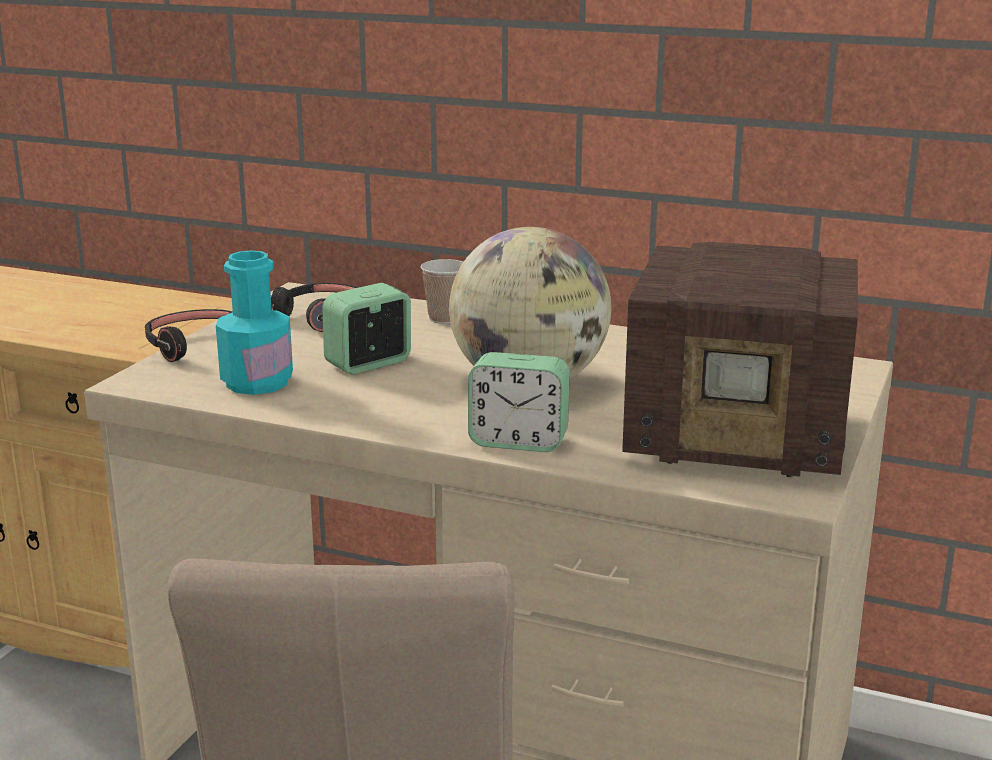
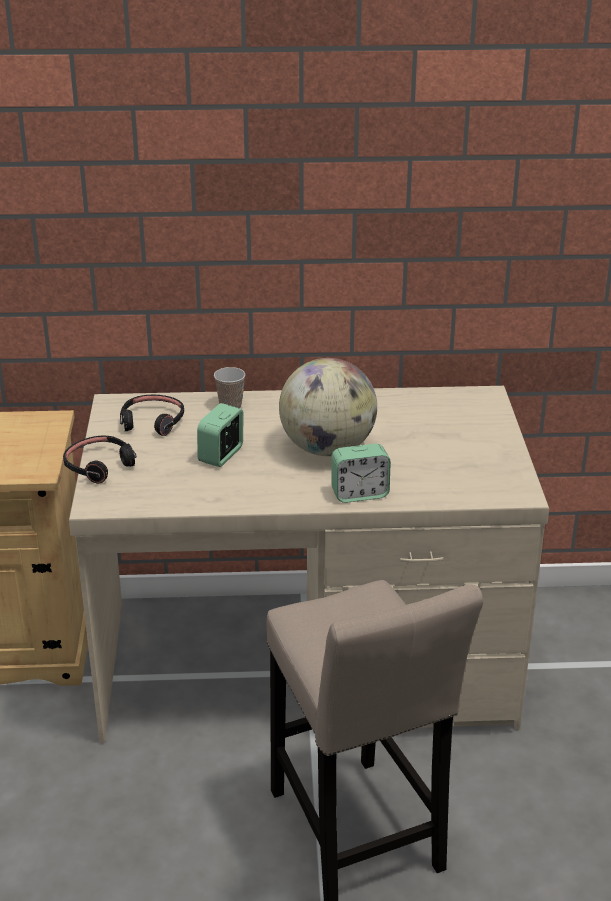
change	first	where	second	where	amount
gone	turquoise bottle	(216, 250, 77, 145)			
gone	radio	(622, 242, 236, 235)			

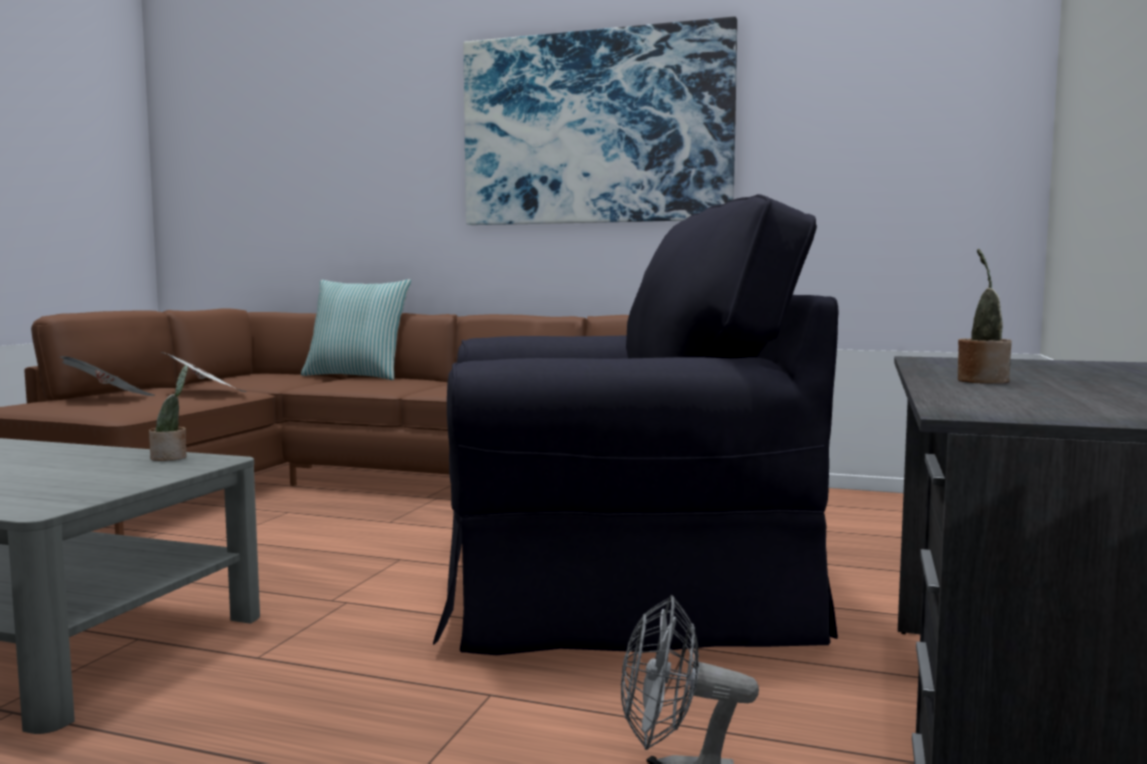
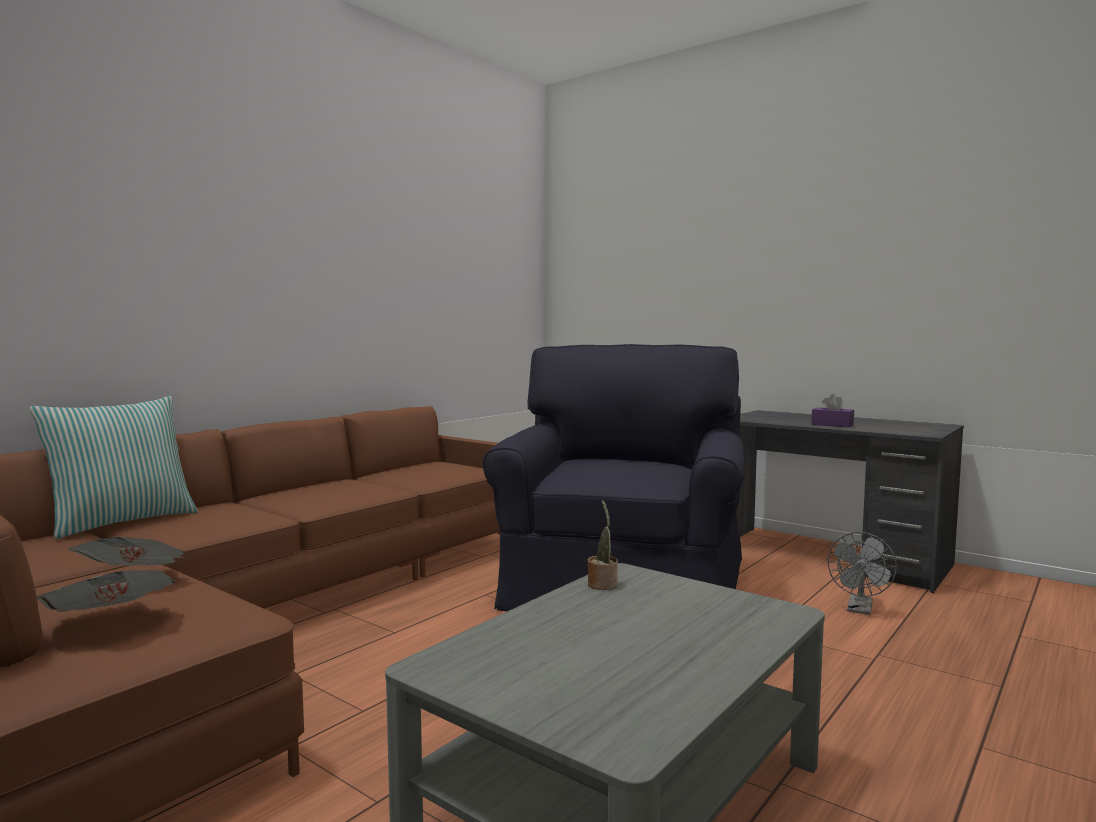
change	first	where	second	where	amount
swapped	potted plant	(958, 249, 54, 135)	purple tissue box	(811, 394, 43, 33)	
gone	picture	(464, 16, 273, 209)			

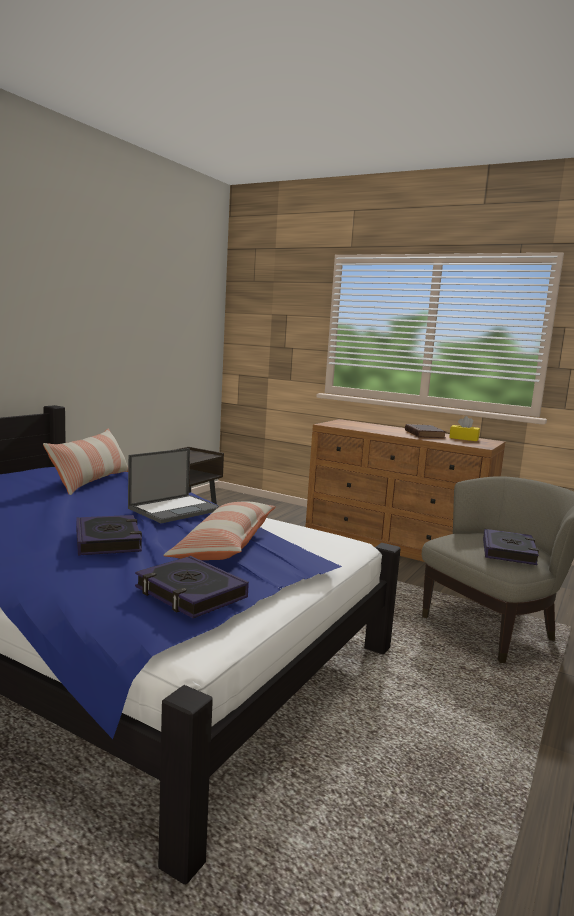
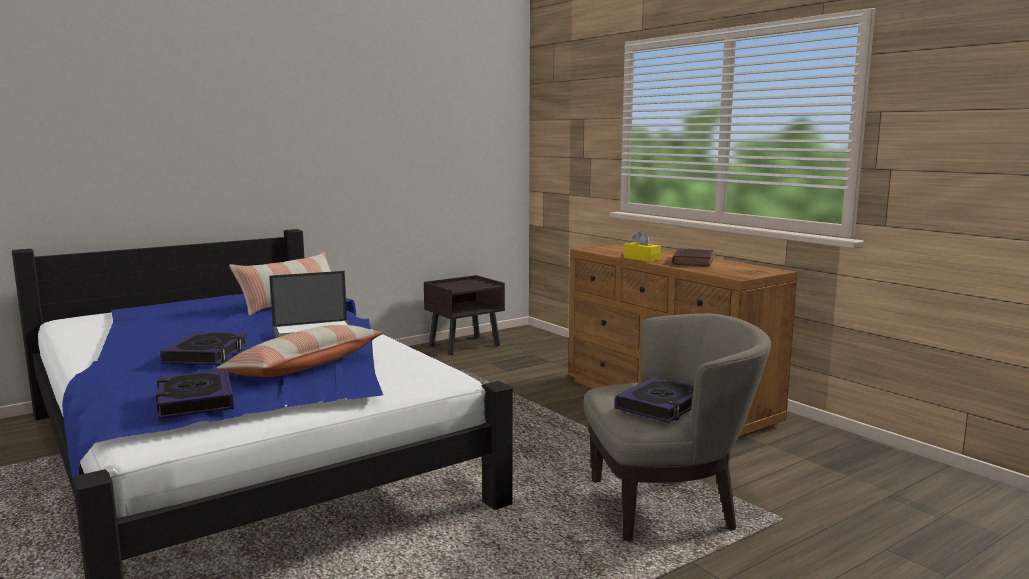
change	first	where	second	where	amount
shifted	yellow tissue box	(449, 416, 31, 25)		(623, 231, 38, 31)	

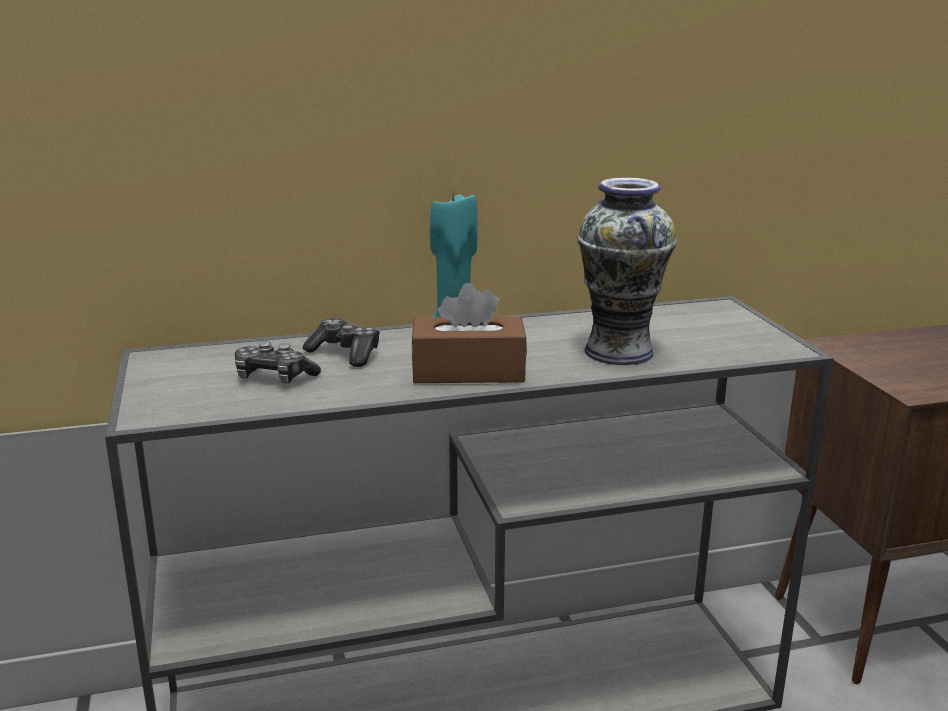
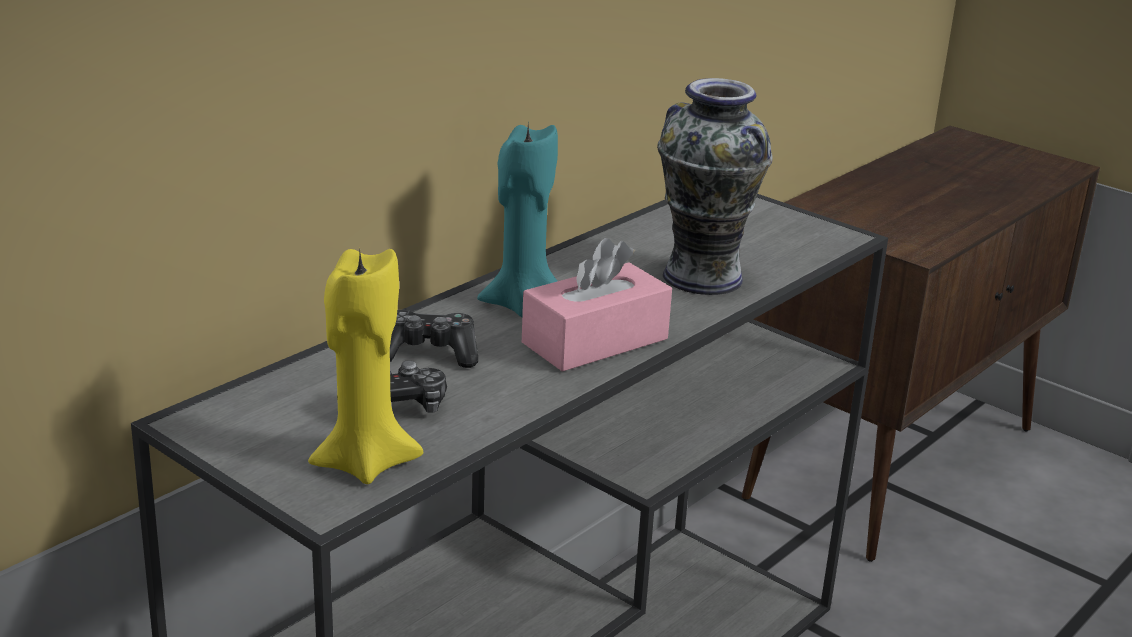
change	first	where	second	where	amount
new			yellow candle	(308, 249, 115, 235)	
repainted	brown tissue box	(411, 283, 116, 100)	pink tissue box	(522, 238, 150, 134)	

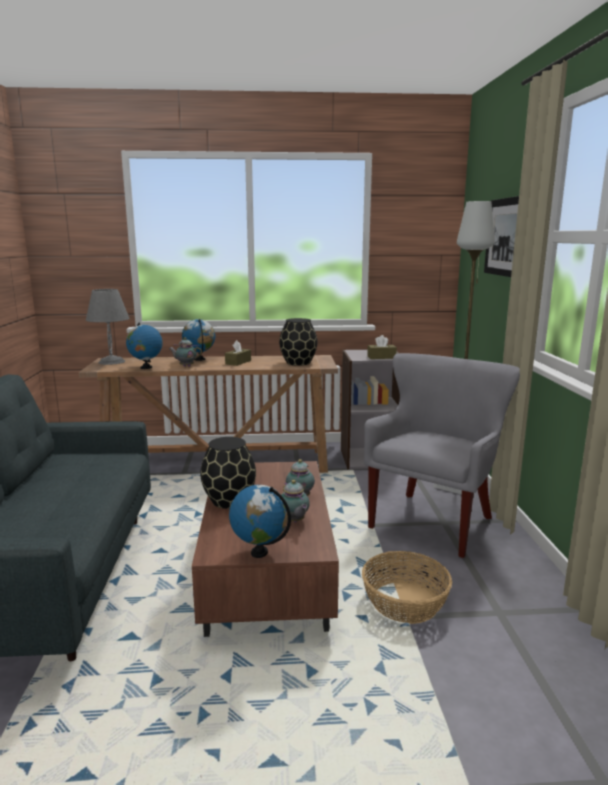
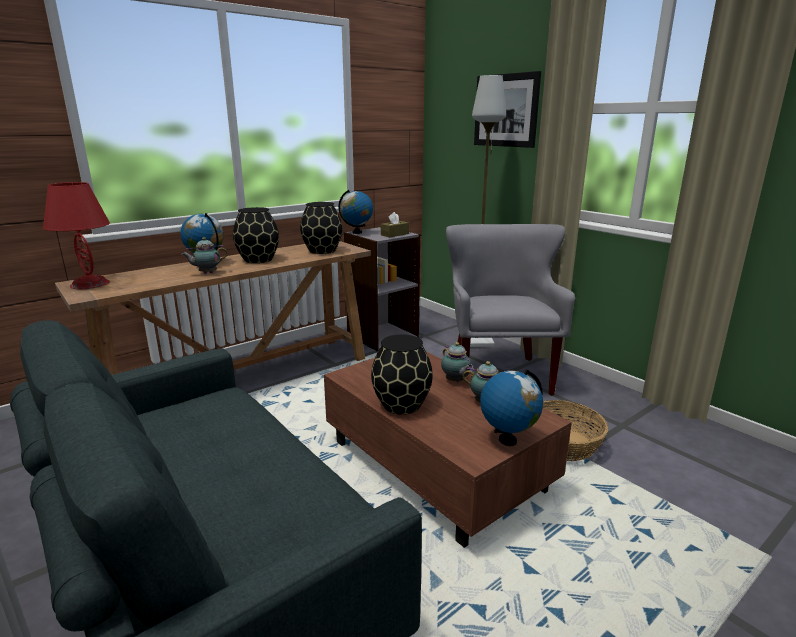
change	first	where	second	where	amount
repainted	grey table lamp	(86, 289, 44, 76)	red table lamp	(43, 182, 67, 107)	
swapped	brown tissue box	(225, 340, 26, 26)	black vase	(233, 207, 46, 56)	
shifted	globe	(126, 322, 37, 47)		(338, 190, 35, 44)	

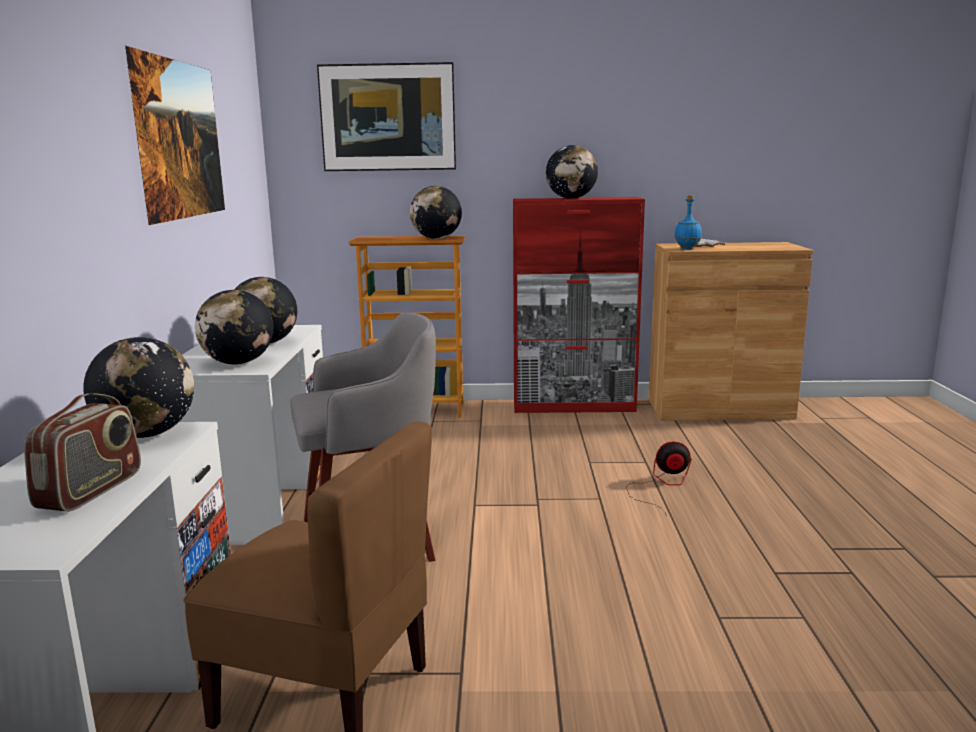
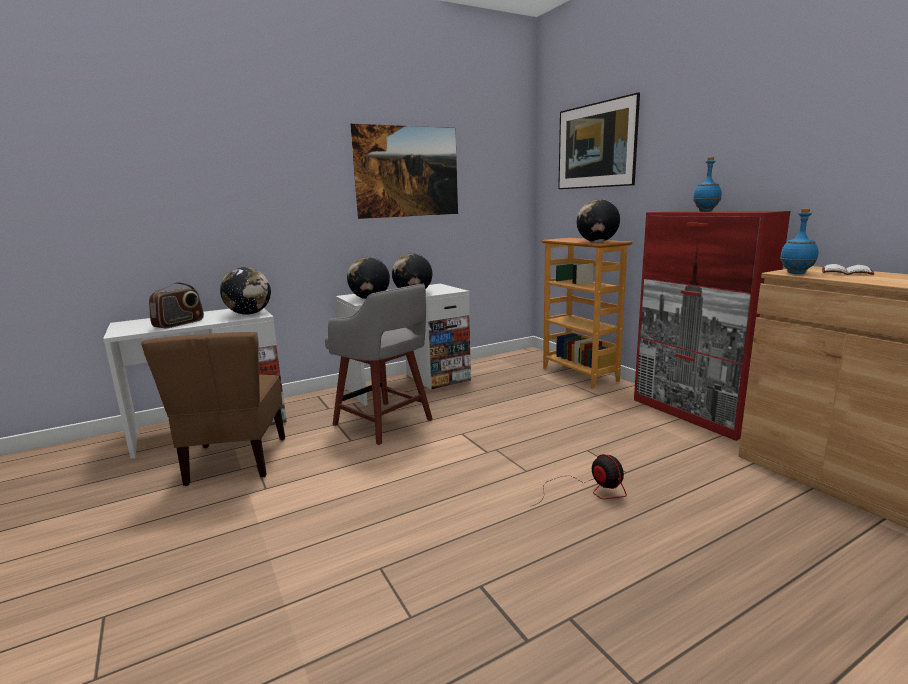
change	first	where	second	where	amount
rotated	radio	(24, 393, 117, 119)		(149, 282, 55, 46)	45 degrees counterclockwise
swapped	globe	(546, 145, 52, 54)	blue bottle	(693, 157, 29, 54)	

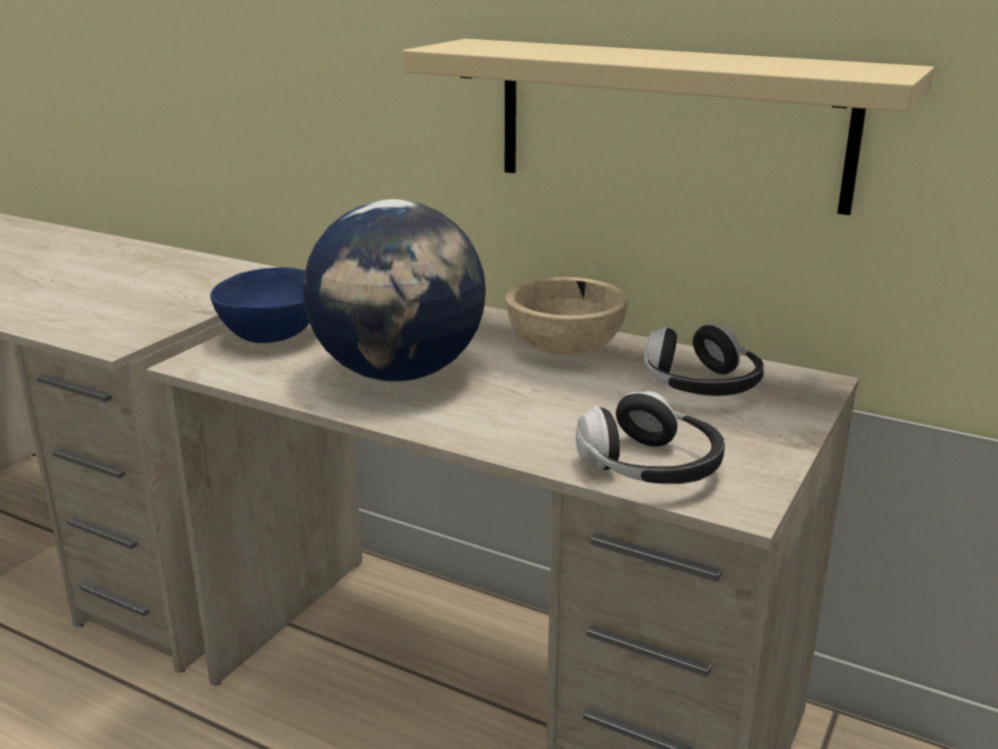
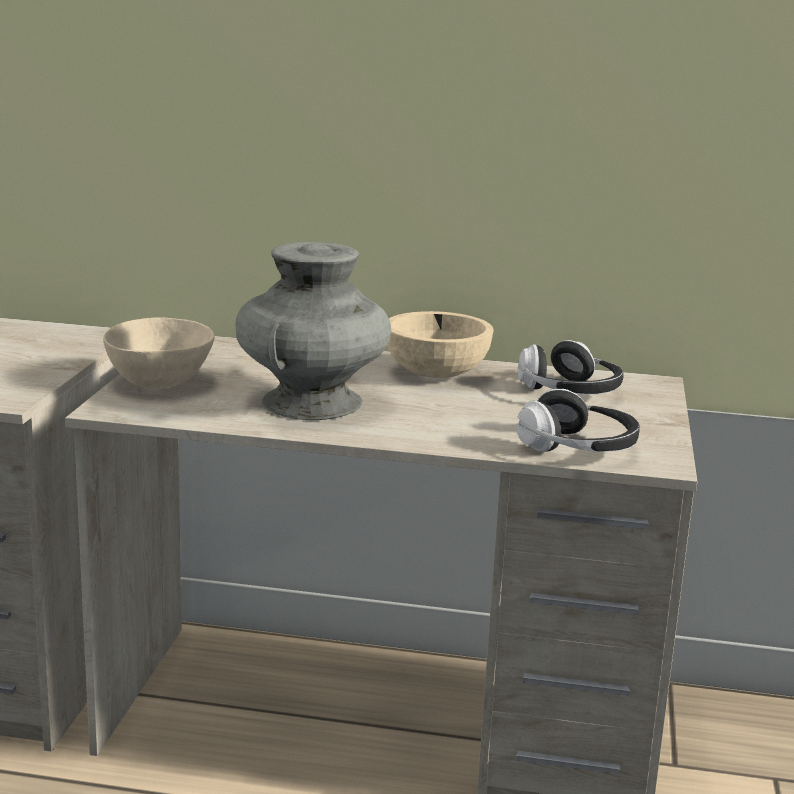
change	first	where	second	where	amount
repainted	blue bowl	(210, 267, 100, 76)	beige bowl	(103, 317, 112, 72)	
swapped	globe	(303, 199, 183, 183)	grey vase	(235, 242, 156, 178)	
gone	beige shelf	(402, 39, 532, 176)			

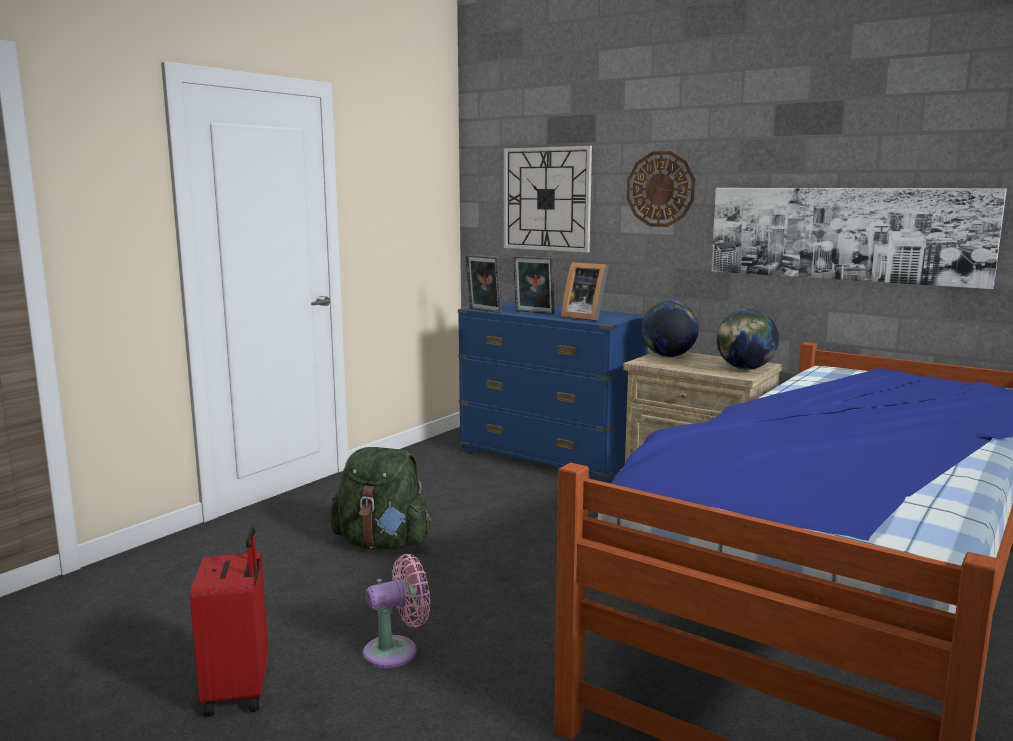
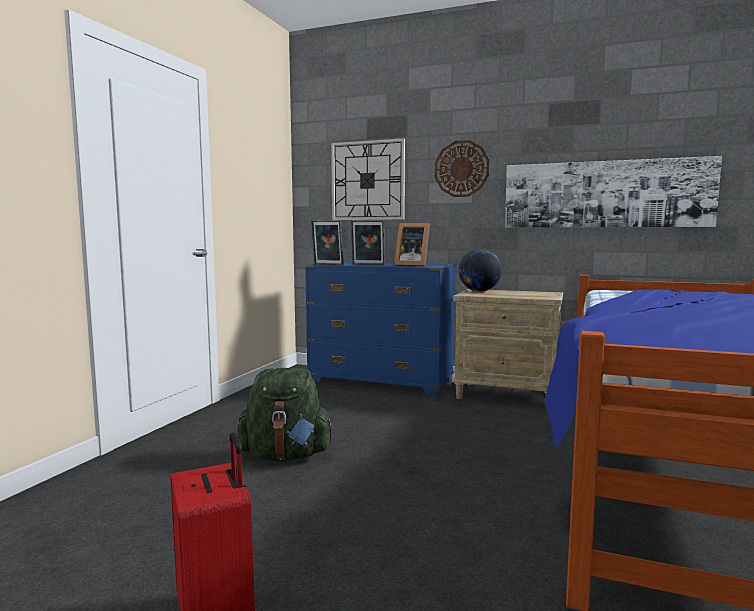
change	first	where	second	where	amount
gone	pink fan	(363, 554, 67, 114)			
gone	globe	(717, 309, 62, 61)			

